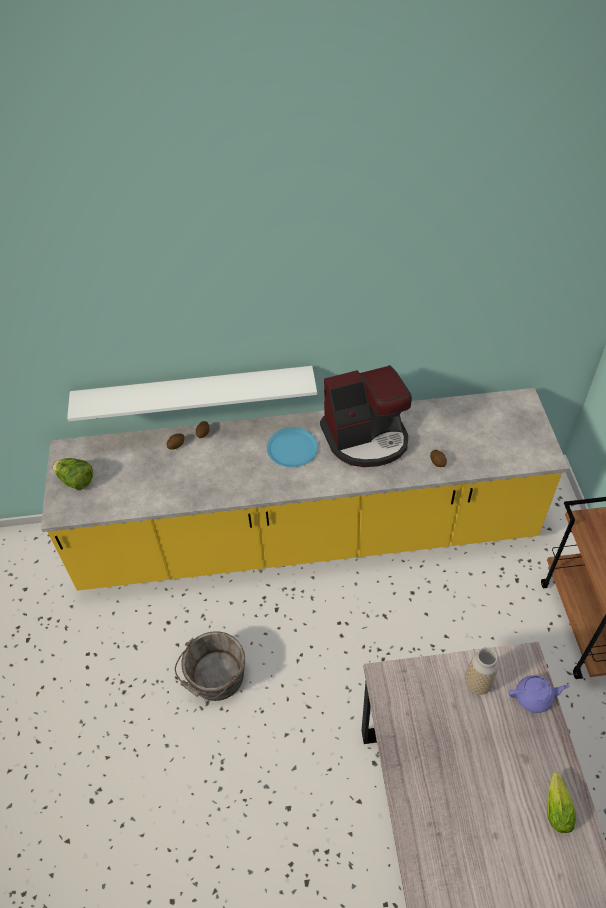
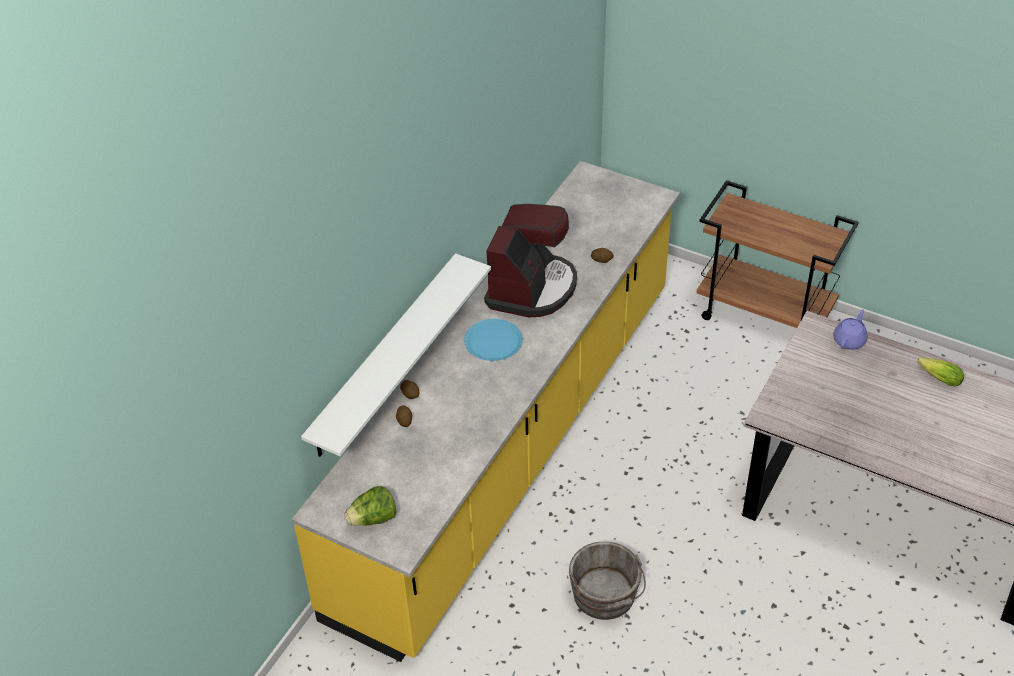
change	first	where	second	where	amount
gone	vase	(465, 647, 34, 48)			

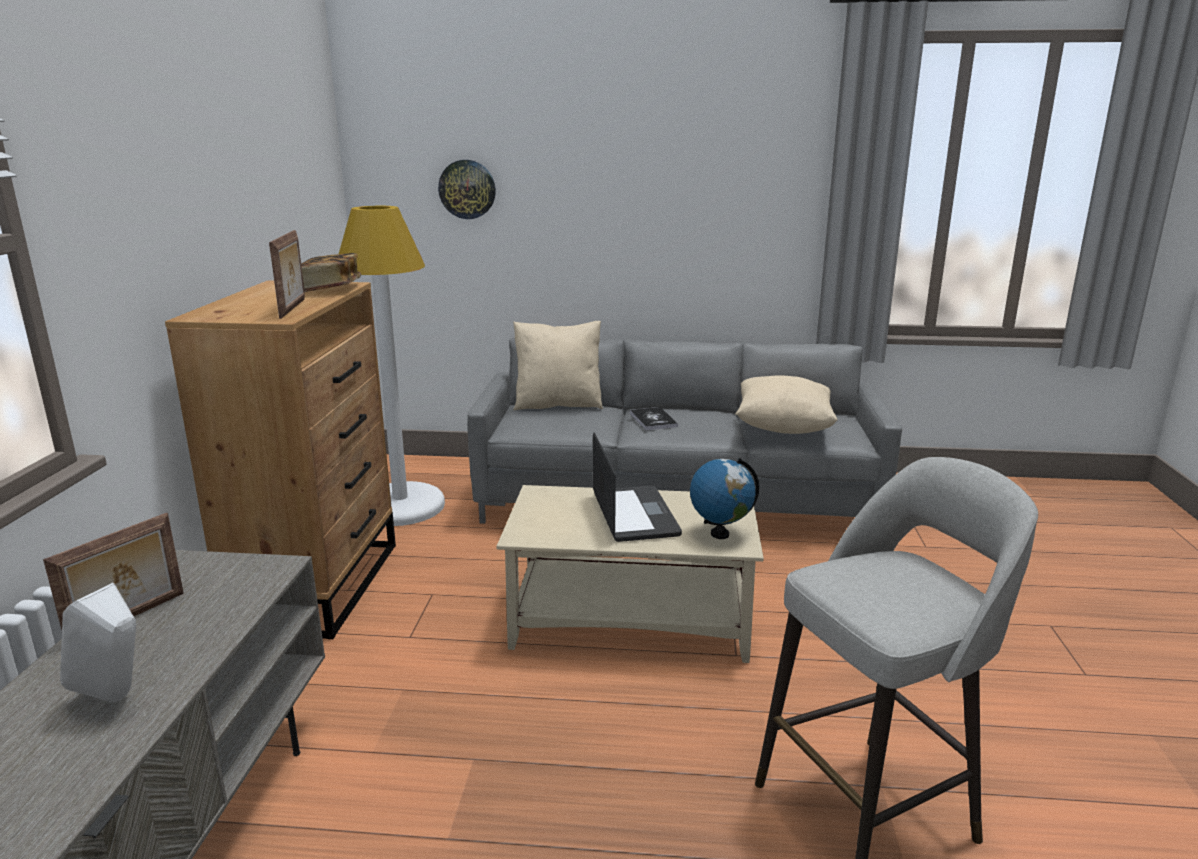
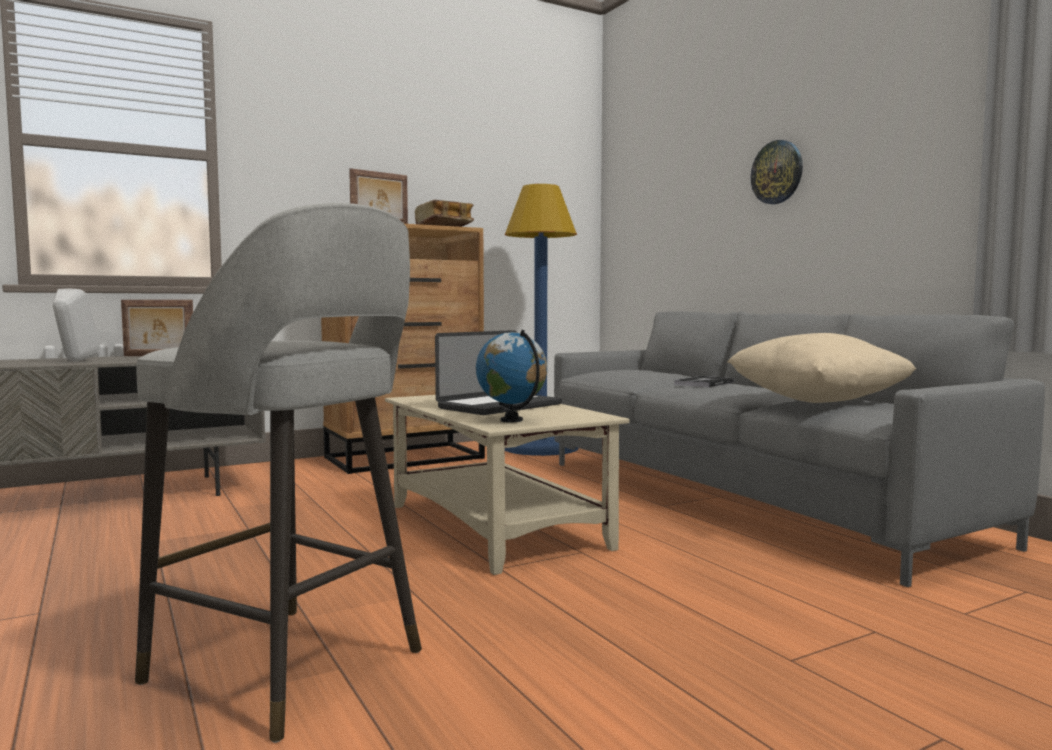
change	first	where	second	where	amount
repainted	white floor lamp	(339, 206, 106, 320)	blue floor lamp	(505, 184, 74, 272)	
shifted	wall clock	(438, 160, 58, 59)		(751, 140, 52, 64)	
gone	beige pillow	(513, 321, 90, 89)			

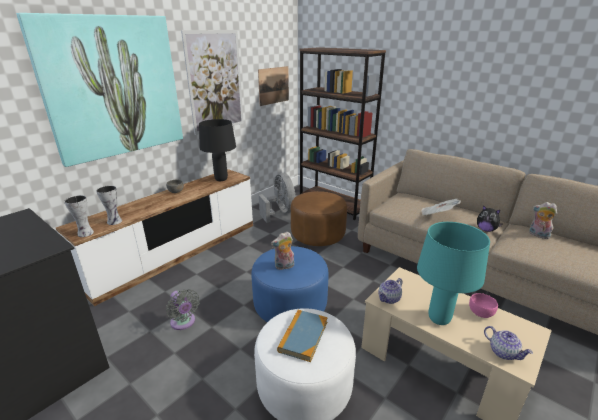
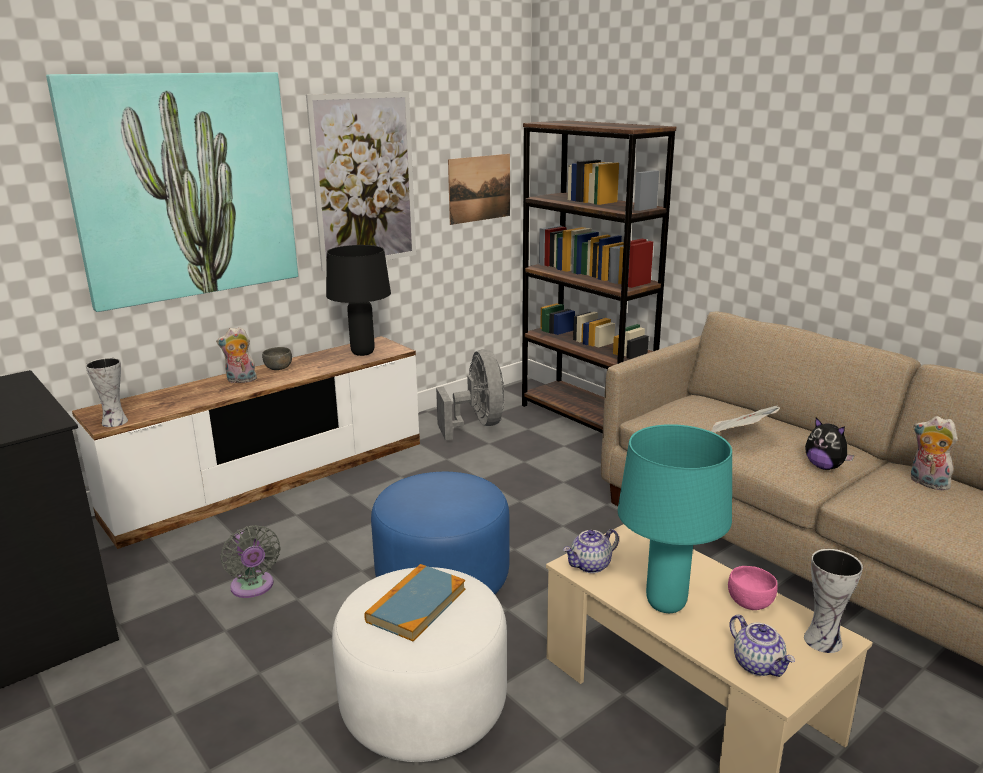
change	first	where	second	where	amount
shifted	plush toy	(271, 232, 23, 38)		(216, 327, 41, 57)	
shifted	vase	(96, 185, 26, 40)		(804, 549, 59, 104)	
gone	brown ottoman	(291, 191, 56, 55)			

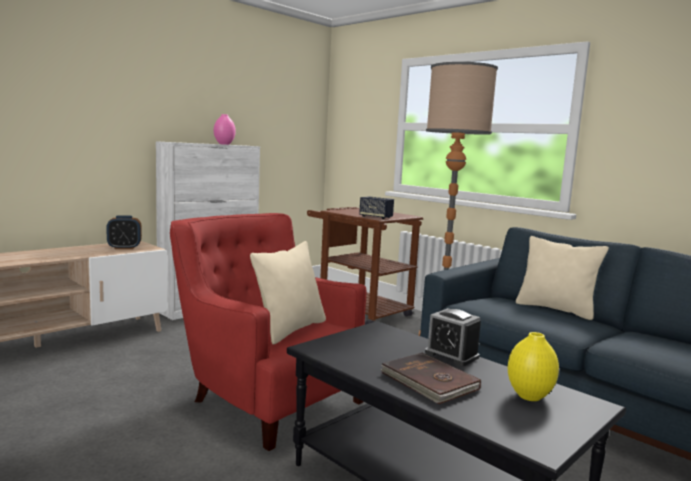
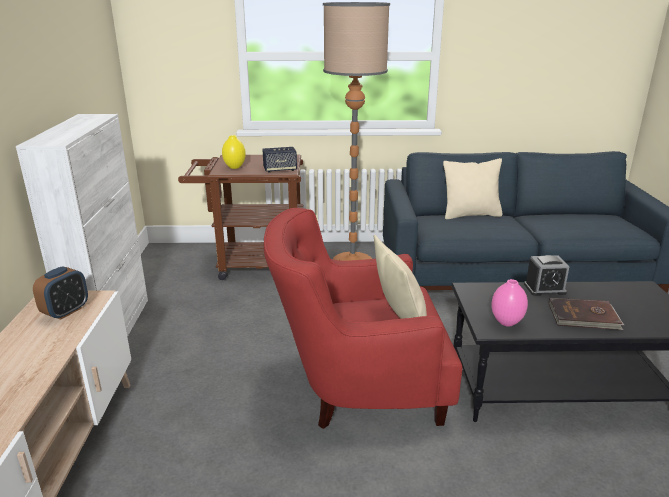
change	first	where	second	where	amount
shifted	yellow vase	(508, 332, 51, 69)		(222, 135, 24, 34)	
shifted	pink vase	(214, 114, 22, 31)		(491, 279, 37, 48)	

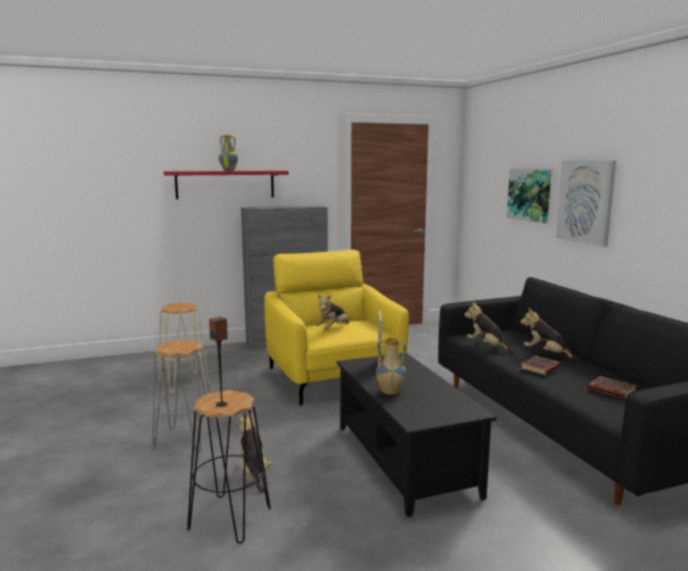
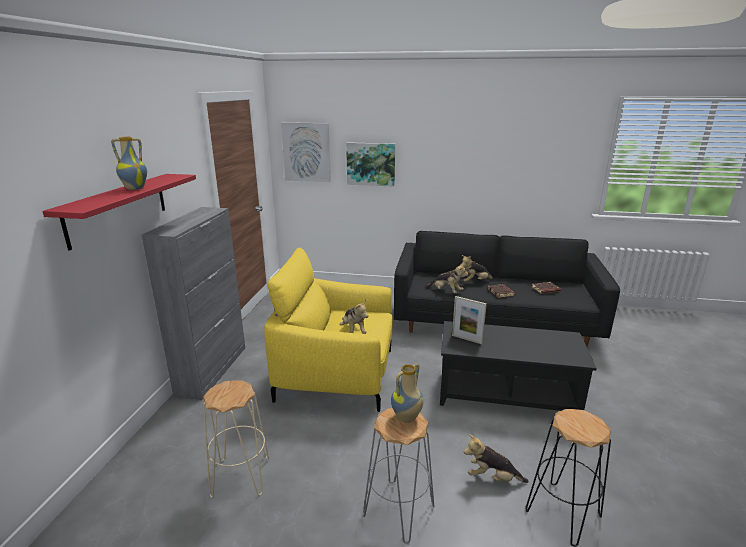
change	first	where	second	where	amount
shifted	picture	(556, 161, 60, 86)		(281, 122, 50, 60)	
shifted	vase	(376, 338, 30, 57)		(391, 364, 33, 59)	
rotated	plush toy	(464, 302, 51, 52)		(426, 263, 43, 30)	135 degrees counterclockwise
gone	speaker	(209, 317, 19, 90)			

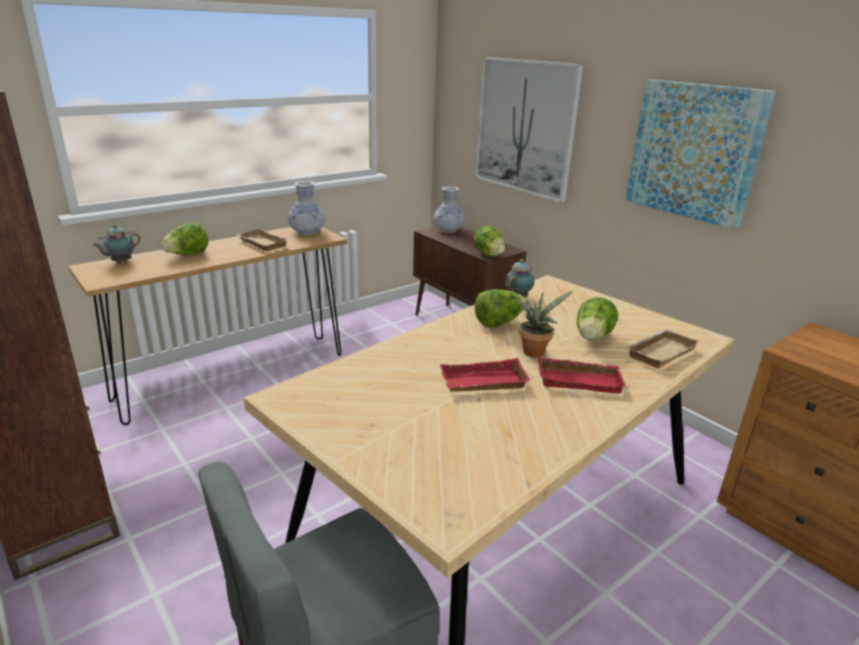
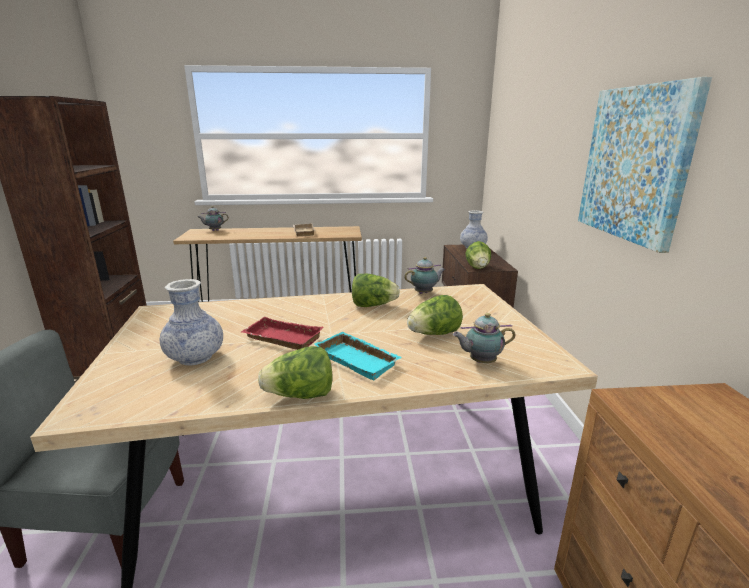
change	first	where	second	where	amount
shifted	vase	(288, 181, 37, 54)		(160, 279, 63, 86)	
shifted	lettuce	(161, 223, 47, 32)		(258, 346, 75, 53)	
repainted	red tray	(538, 357, 88, 37)	turquoise tray	(314, 331, 88, 49)	
swapped	beige tray	(626, 329, 74, 39)	teapot	(453, 313, 62, 50)	
gone	picture	(475, 57, 108, 146)			
gone	potted plant	(516, 291, 57, 66)			

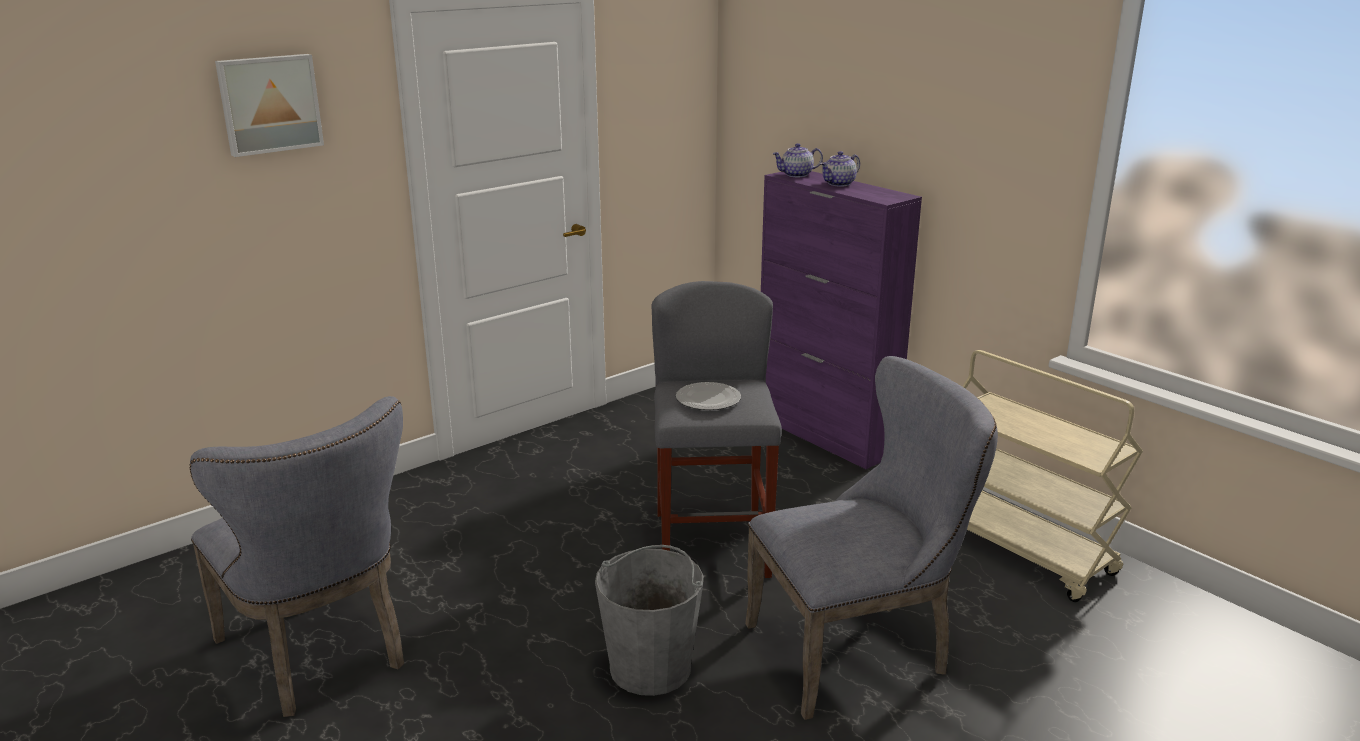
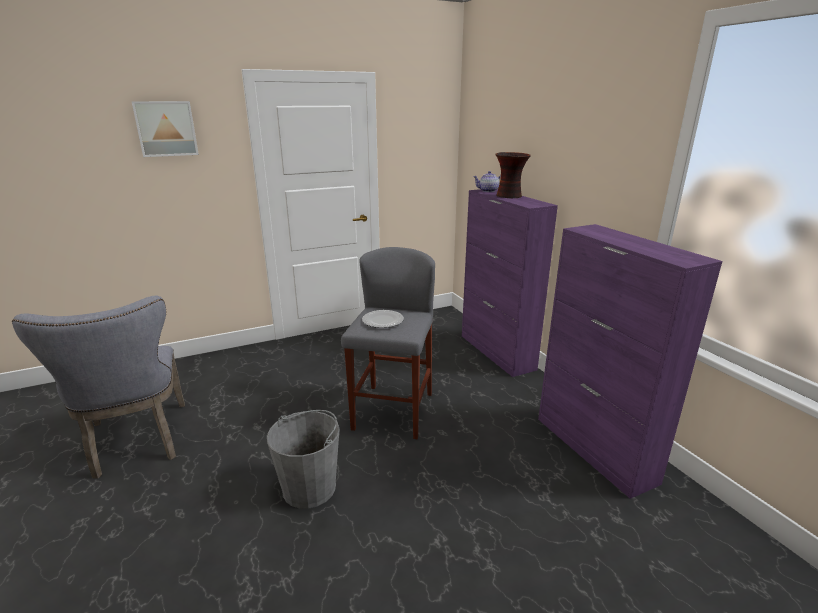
change	first	where	second	where	amount
swapped	teapot	(820, 151, 40, 35)	vase	(495, 152, 36, 46)	
swapped	beige cart	(962, 350, 181, 252)	purple cabinet	(538, 224, 185, 275)	
gone	grey chair	(745, 356, 253, 364)			

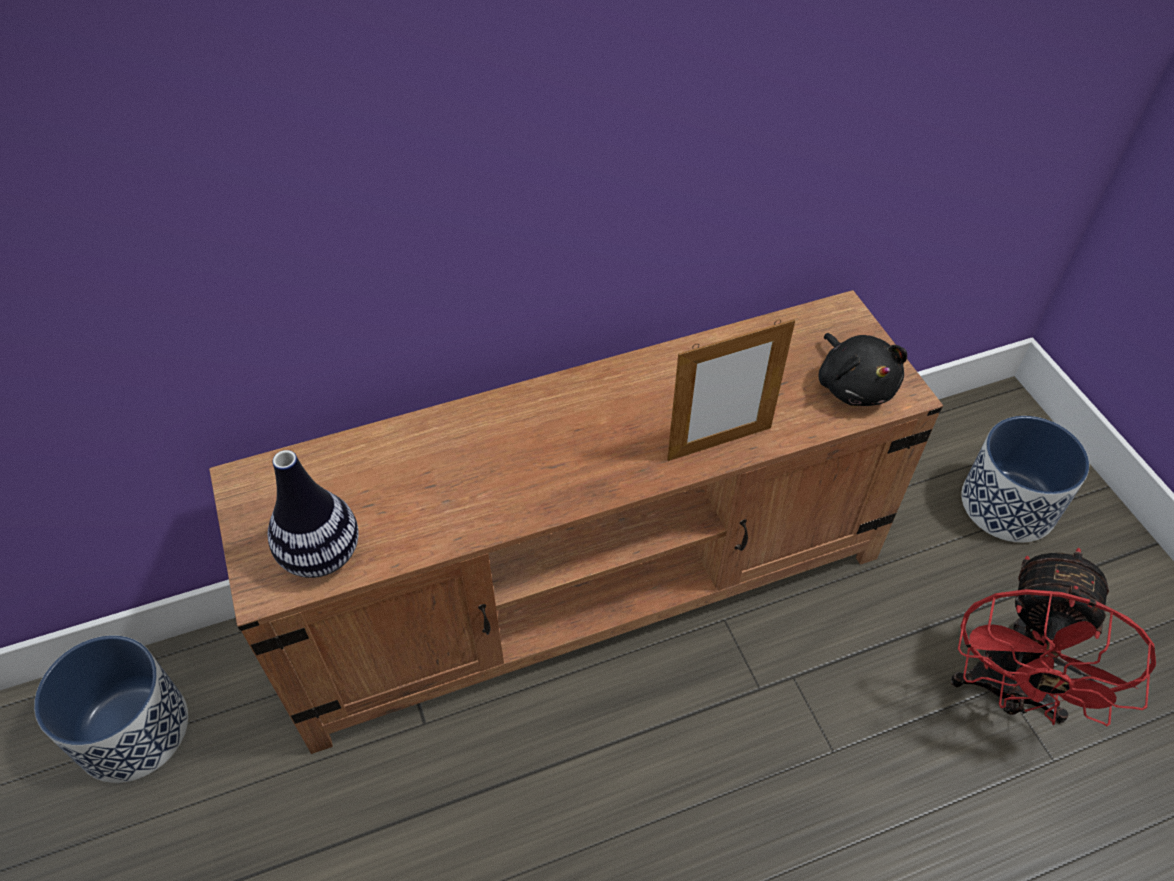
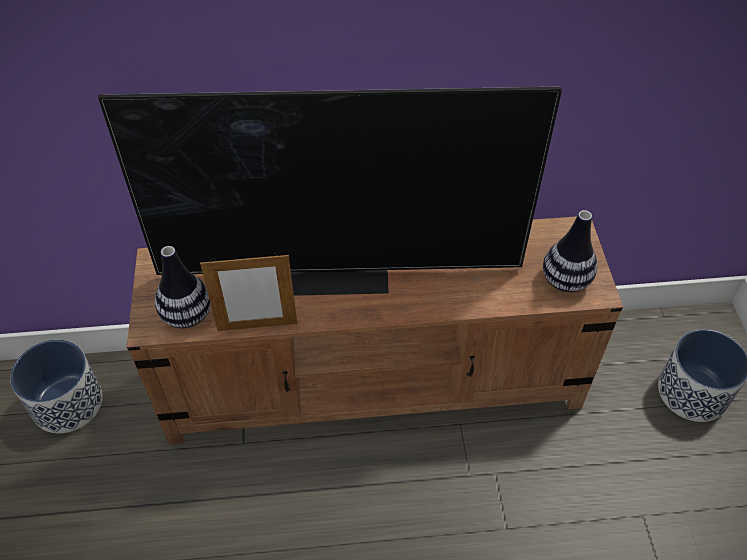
change	first	where	second	where	amount
new			television	(98, 86, 464, 210)	
shifted	picture frame	(667, 319, 128, 142)		(200, 253, 97, 78)	
swapped	black plush toy	(818, 333, 89, 73)	vase	(543, 210, 54, 82)	
gone	red fan	(951, 548, 205, 178)			

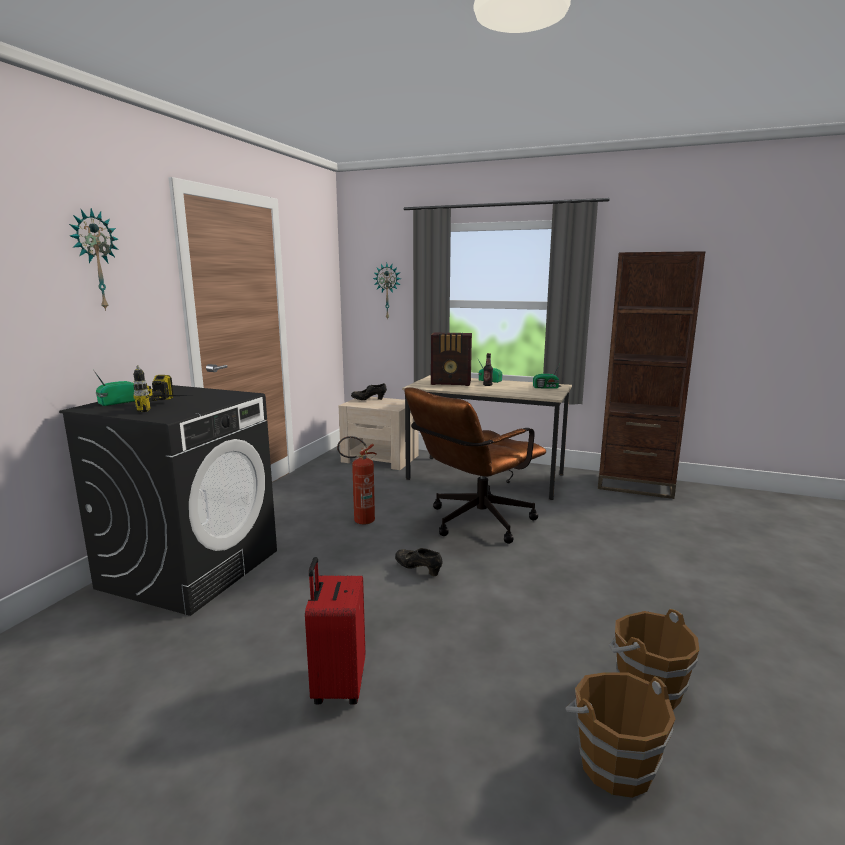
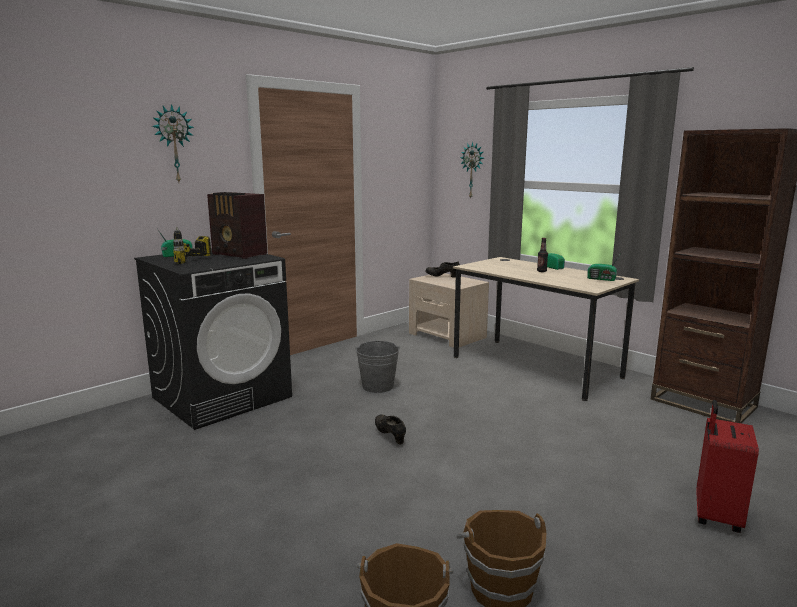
change	first	where	second	where	amount
shifted	radio	(431, 333, 41, 53)		(207, 192, 60, 67)	
swapped	fire extinguisher	(337, 436, 40, 88)	grey bucket	(355, 341, 45, 52)	
shifted	red suitcase	(305, 557, 60, 148)		(696, 400, 63, 133)	
gone	brown office chair	(404, 387, 142, 157)			

